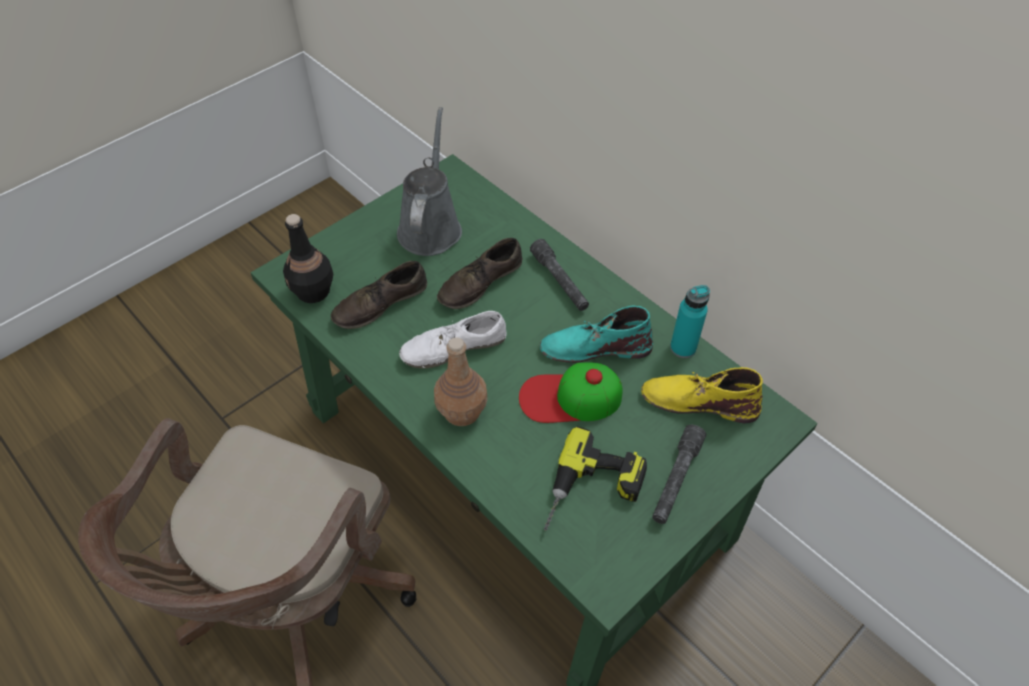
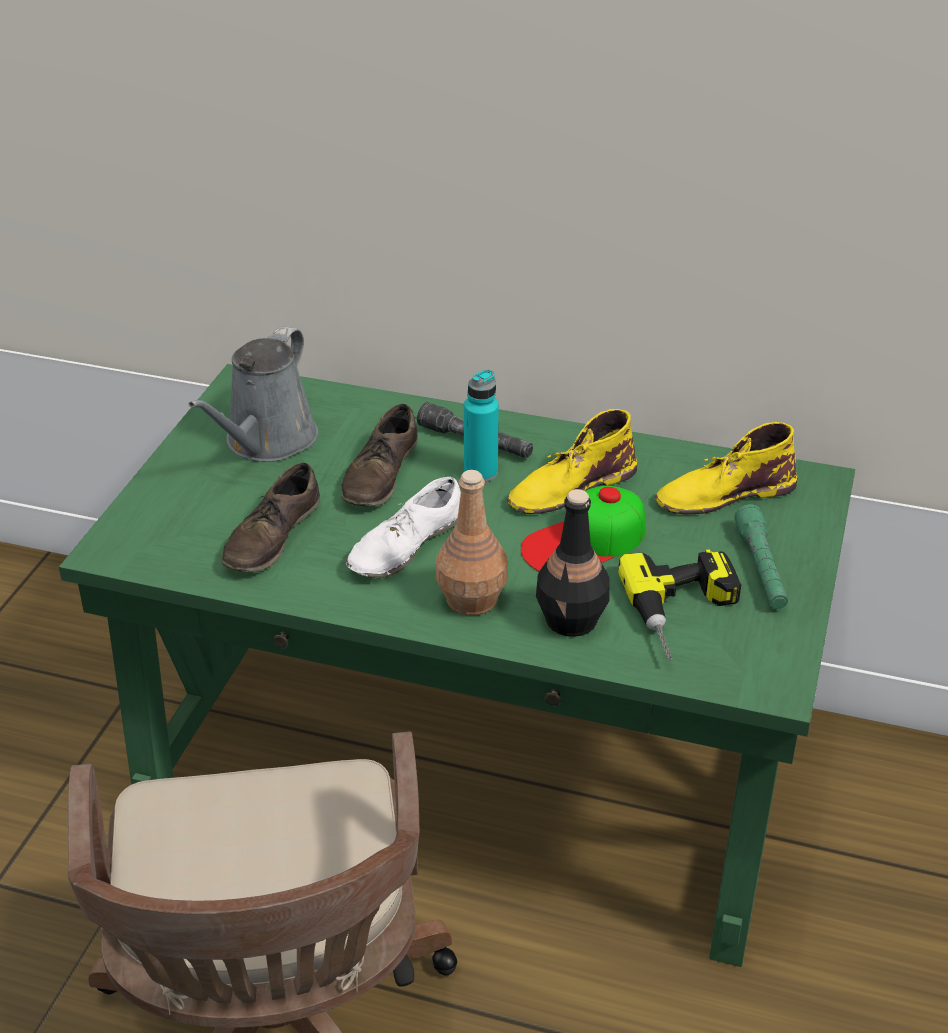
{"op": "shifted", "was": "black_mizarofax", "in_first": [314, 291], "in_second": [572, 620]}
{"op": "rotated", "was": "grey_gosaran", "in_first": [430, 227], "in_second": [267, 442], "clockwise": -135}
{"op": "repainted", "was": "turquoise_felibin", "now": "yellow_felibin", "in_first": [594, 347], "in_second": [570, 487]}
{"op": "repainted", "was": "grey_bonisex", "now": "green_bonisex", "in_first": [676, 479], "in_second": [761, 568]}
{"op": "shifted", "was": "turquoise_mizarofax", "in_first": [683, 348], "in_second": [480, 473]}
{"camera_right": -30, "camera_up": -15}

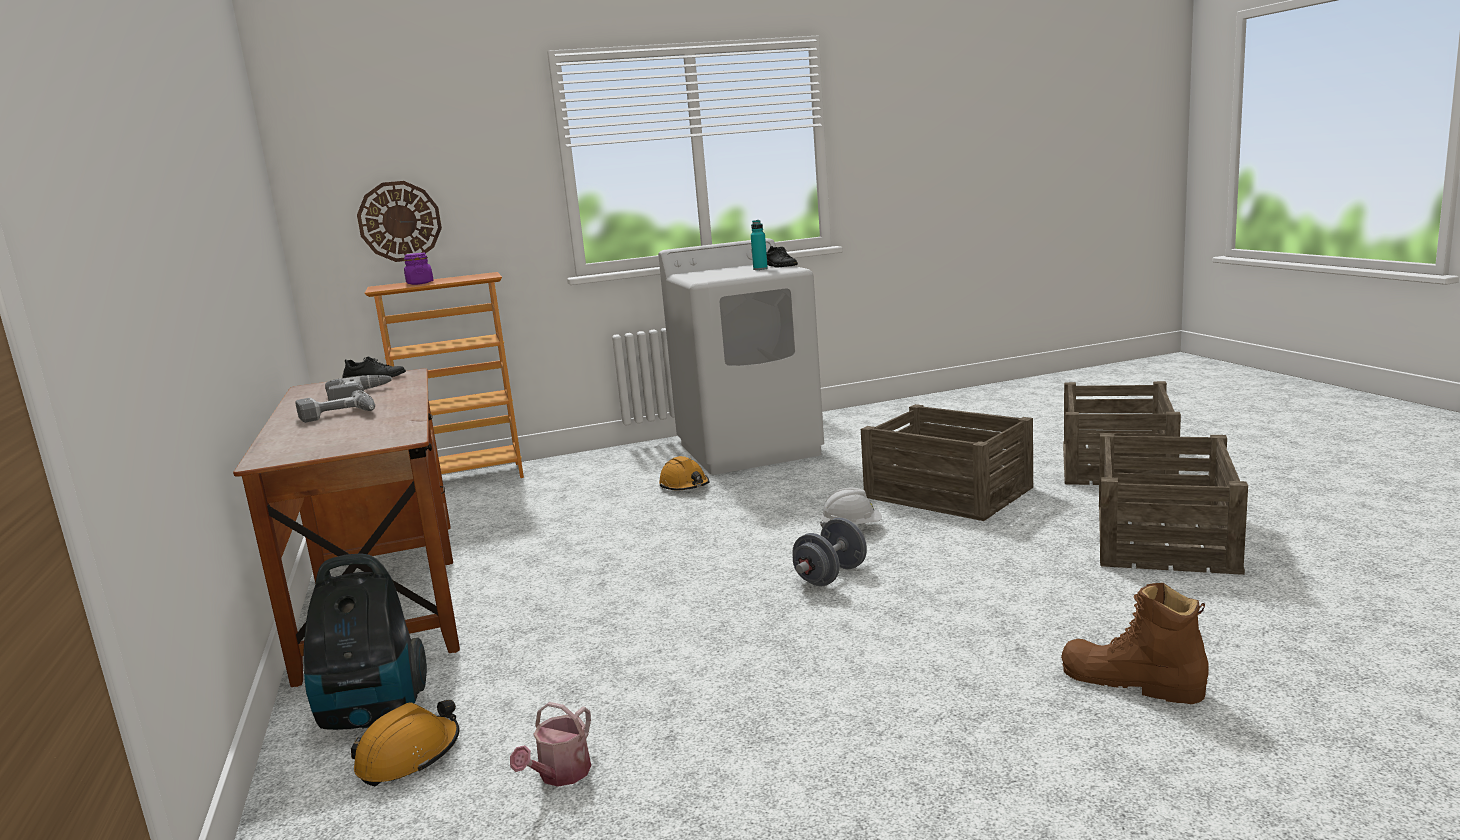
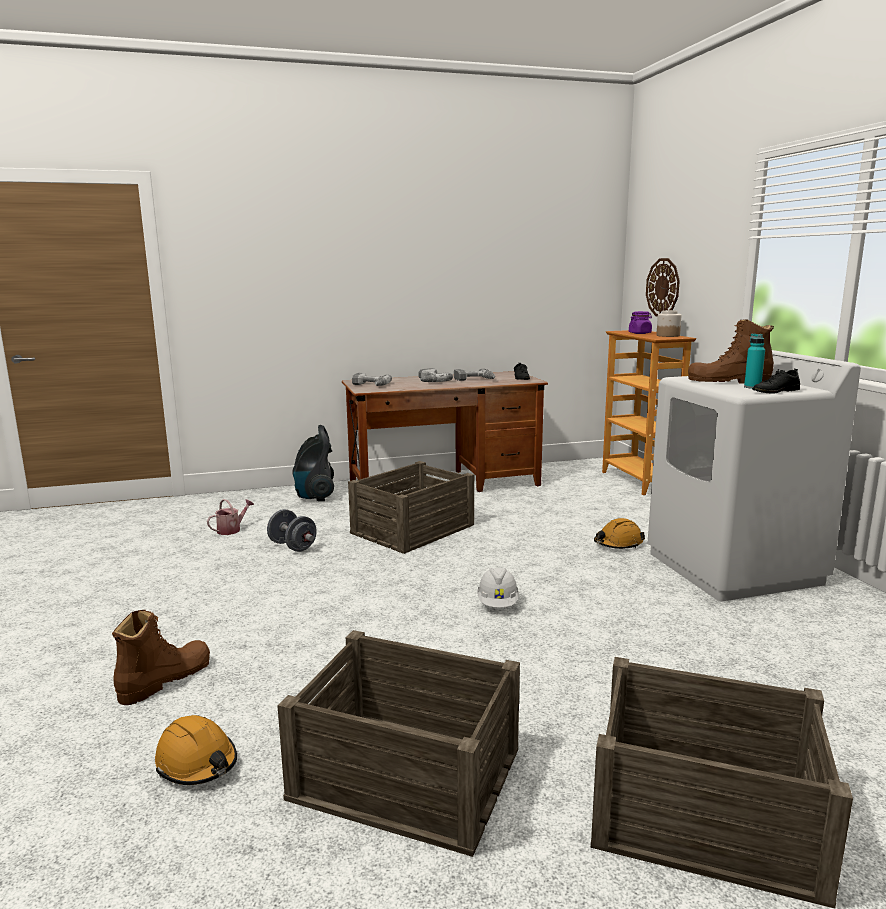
{"op": "shifted", "was": "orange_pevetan", "in_first": [409, 757], "in_second": [197, 763]}
{"op": "rotated", "was": "gosaran", "in_first": [560, 775], "in_second": [232, 529], "clockwise": 105}
{"op": "shifted", "was": "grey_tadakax", "in_first": [831, 576], "in_second": [292, 546]}
{"op": "shifted", "was": "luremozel", "in_first": [947, 492], "in_second": [414, 529]}
{"op": "new", "now": "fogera", "in_second": [369, 385]}
{"op": "new", "now": "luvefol", "in_second": [667, 335]}
{"op": "new", "now": "brown_felibin", "in_second": [728, 381]}
{"camera_right": 90, "camera_up": 0}

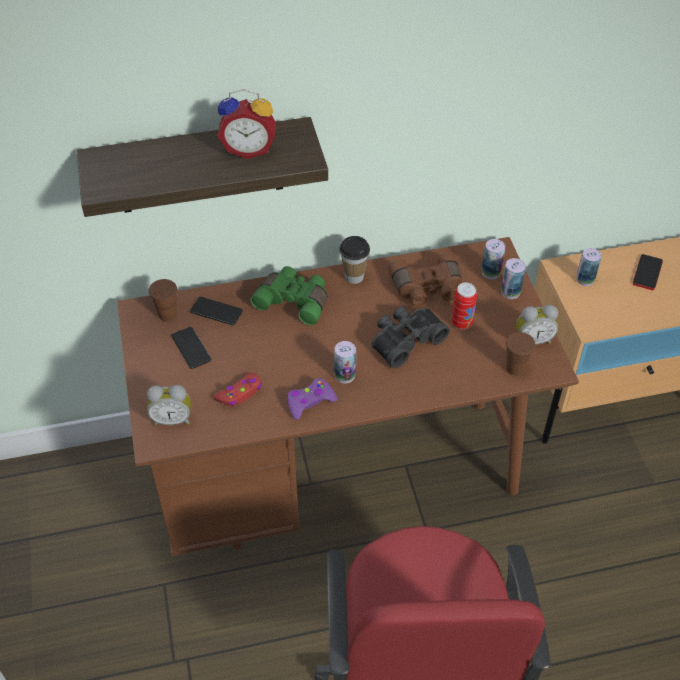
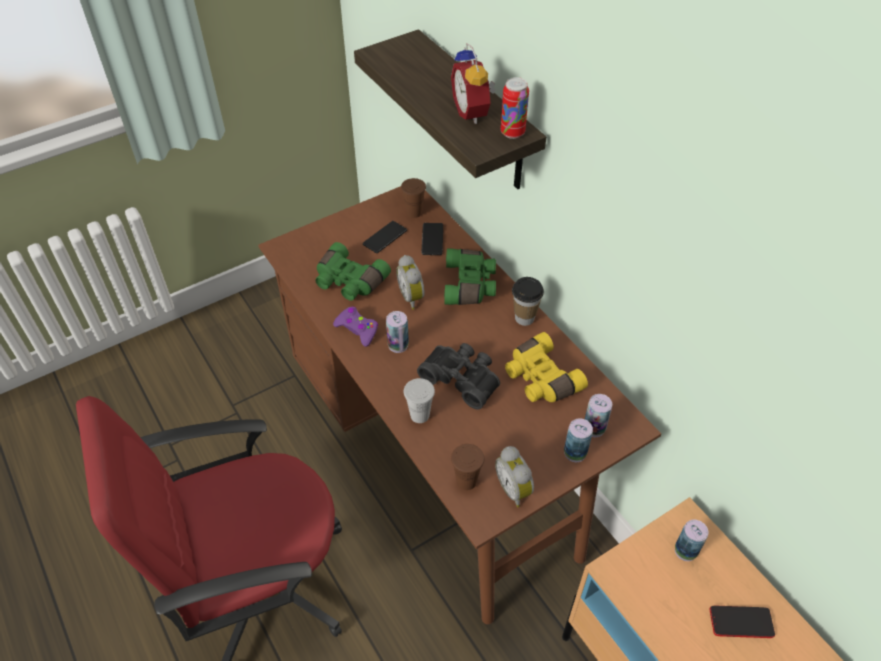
{"op": "shifted", "was": "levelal", "in_first": [172, 419], "in_second": [413, 297]}
{"op": "swapped", "was": "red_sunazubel", "now": "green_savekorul", "in_first": [240, 394], "in_second": [348, 282]}
{"op": "repainted", "was": "brown_savekorul", "now": "yellow_savekorul", "in_first": [427, 289], "in_second": [540, 379]}
{"op": "shifted", "was": "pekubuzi", "in_first": [461, 323], "in_second": [512, 133]}
{"op": "new", "now": "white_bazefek", "in_second": [420, 415]}
{"camera_right": 70, "camera_up": 0}

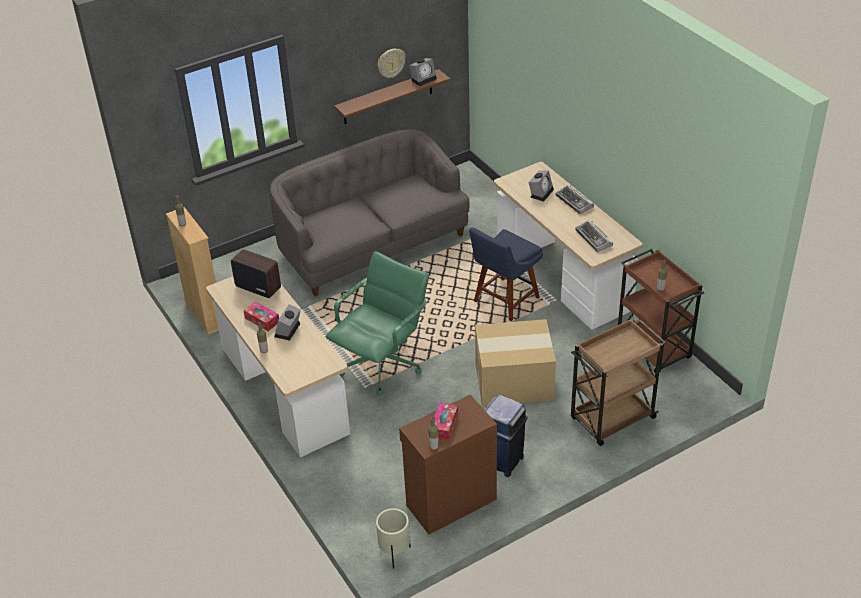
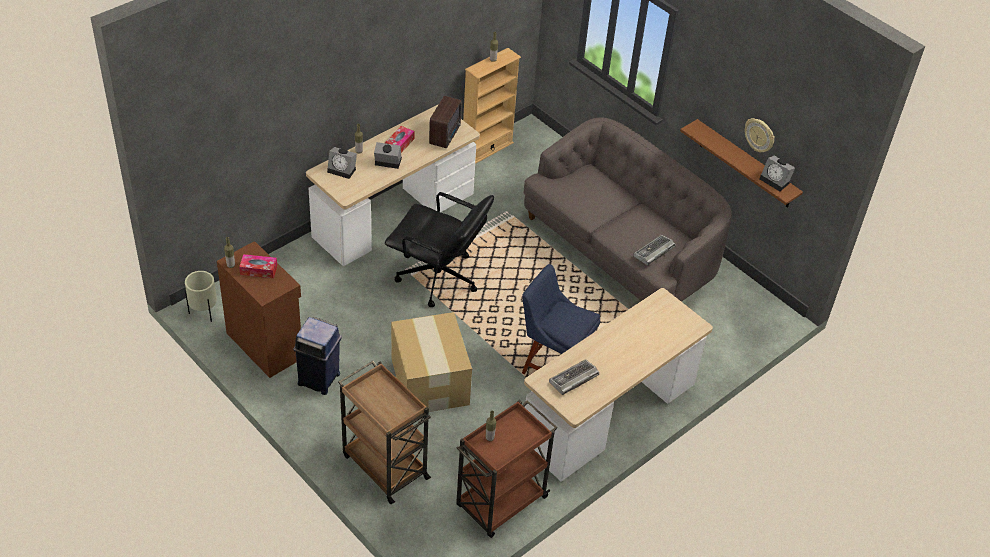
{"op": "repainted", "was": "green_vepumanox", "now": "black_vepumanox", "in_first": [382, 365], "in_second": [438, 278]}
{"op": "shifted", "was": "levelal", "in_first": [541, 192], "in_second": [343, 170]}
{"op": "shifted", "was": "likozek", "in_first": [574, 202], "in_second": [653, 252]}
{"camera_right": 75, "camera_up": 5}

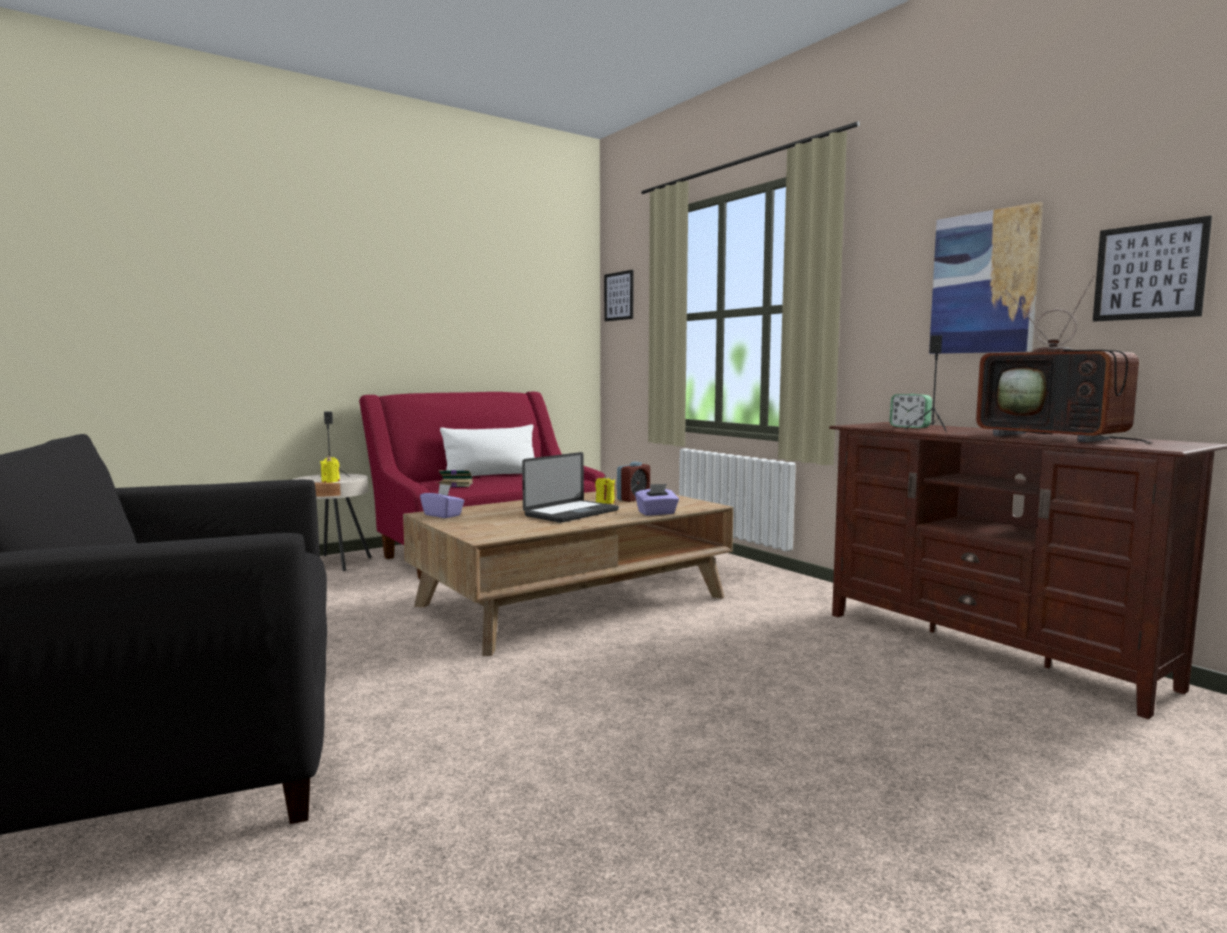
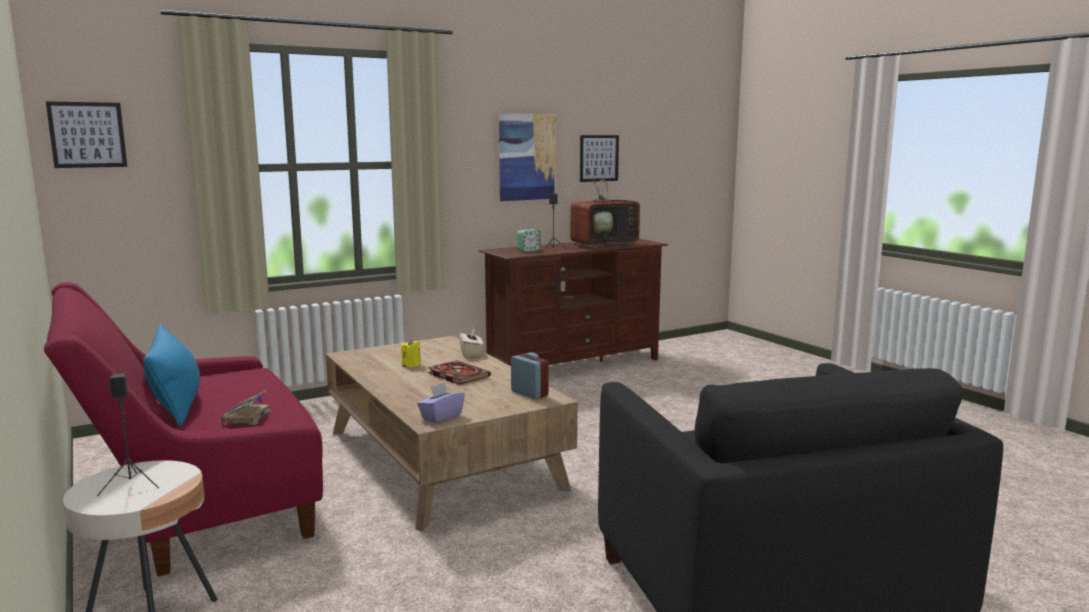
{"op": "gone", "was": "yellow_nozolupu", "in_first": [330, 481]}
{"op": "repainted", "was": "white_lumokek", "now": "blue_lumokek", "in_first": [491, 475], "in_second": [176, 404]}
{"op": "swapped", "was": "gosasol", "now": "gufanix", "in_first": [572, 513], "in_second": [456, 375]}
{"op": "shifted", "was": "levelal", "in_first": [633, 499], "in_second": [529, 394]}
{"op": "repainted", "was": "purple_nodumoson", "now": "beige_nodumoson", "in_first": [657, 513], "in_second": [471, 353]}
{"camera_right": -85, "camera_up": 5}

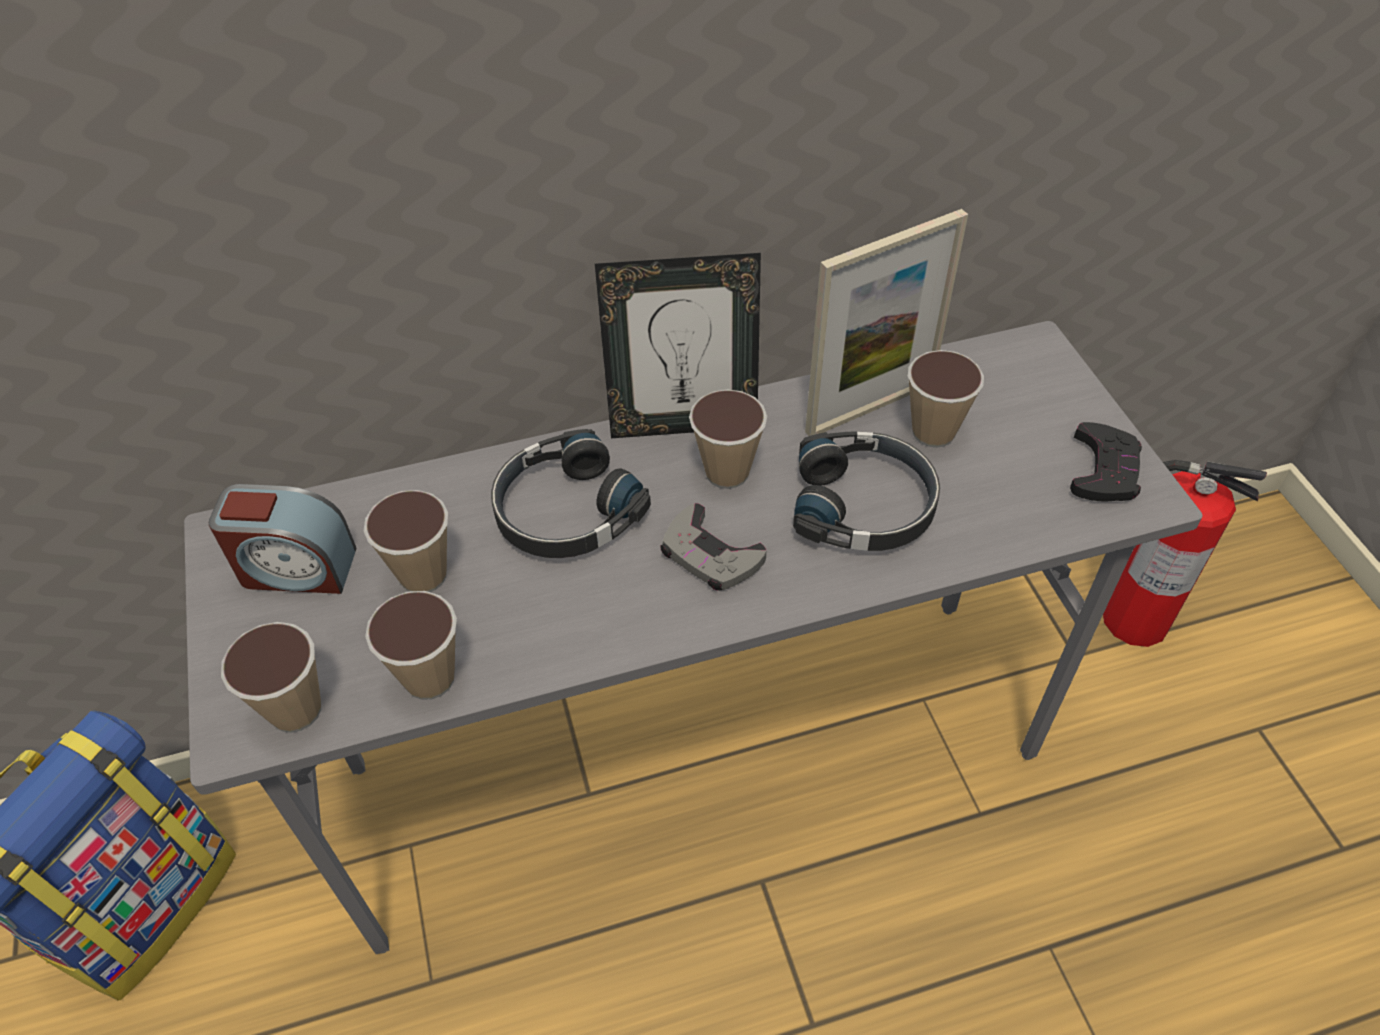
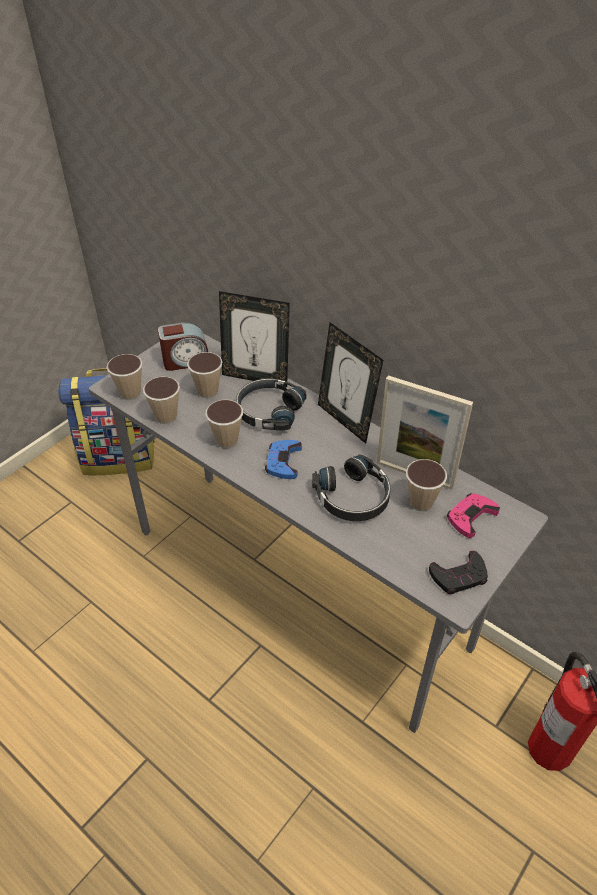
{"op": "rotated", "was": "levelal", "in_first": [296, 568], "in_second": [185, 361], "clockwise": -75}
{"op": "repainted", "was": "grey_sunazubel", "now": "blue_sunazubel", "in_first": [710, 555], "in_second": [283, 462]}
{"op": "shifted", "was": "bazefek", "in_first": [727, 472], "in_second": [227, 441]}
{"op": "new", "now": "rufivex", "in_second": [256, 377]}
{"op": "new", "now": "pink_sunazubel", "in_second": [471, 517]}
{"camera_right": 55, "camera_up": -5}

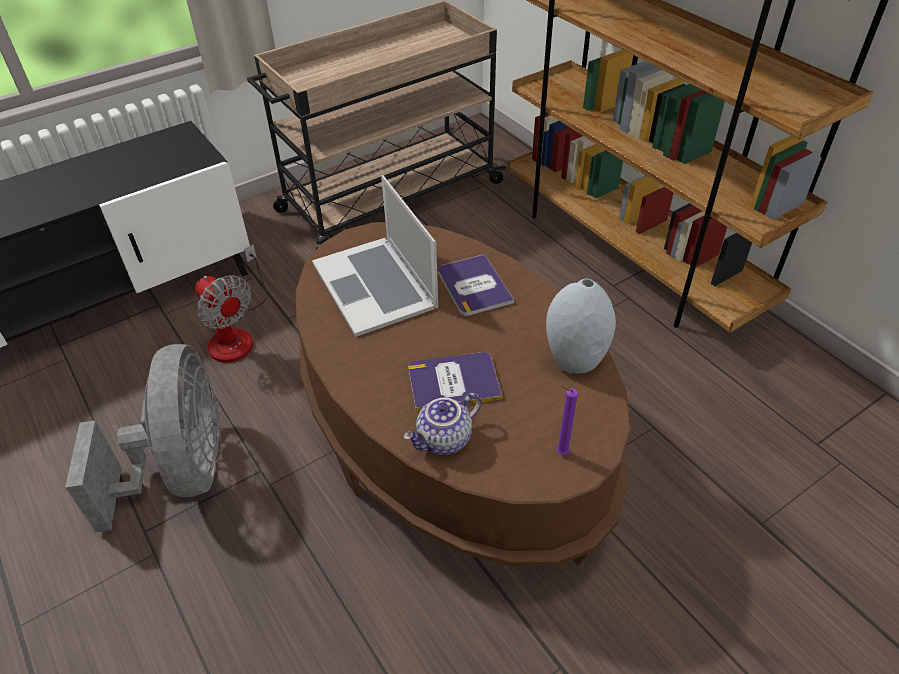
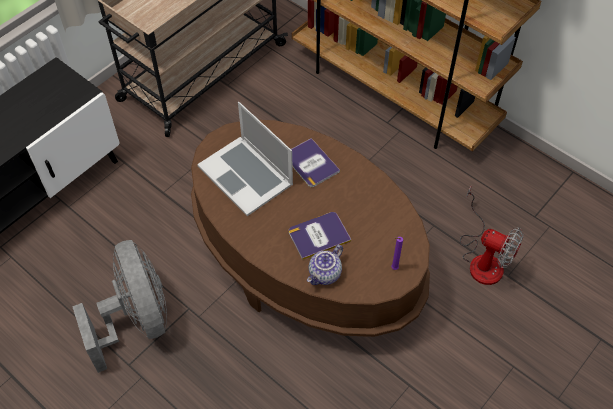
{"op": "shifted", "was": "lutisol", "in_first": [236, 334], "in_second": [482, 258]}
{"op": "gone", "was": "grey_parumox", "in_first": [575, 358]}
{"camera_right": -15, "camera_up": 10}

